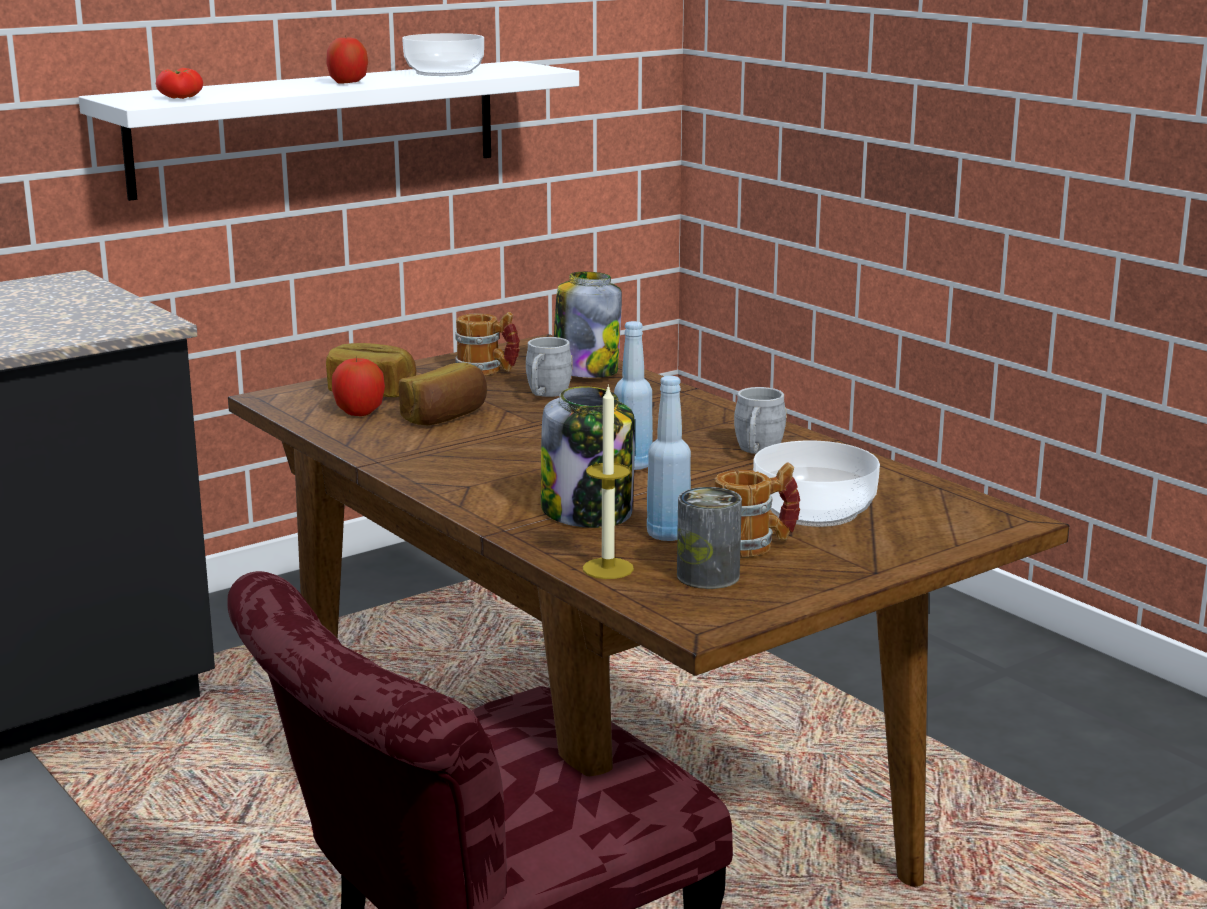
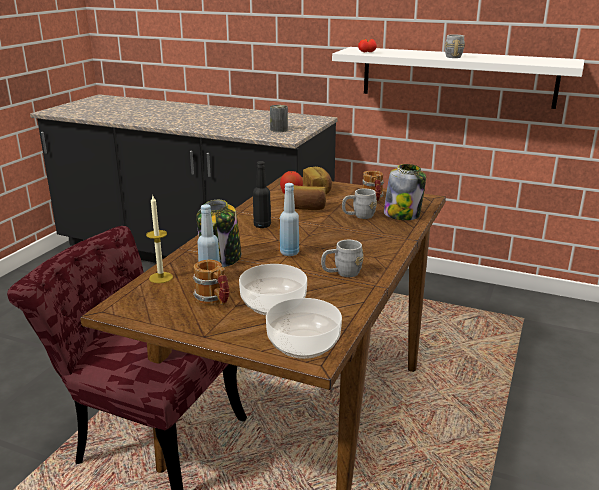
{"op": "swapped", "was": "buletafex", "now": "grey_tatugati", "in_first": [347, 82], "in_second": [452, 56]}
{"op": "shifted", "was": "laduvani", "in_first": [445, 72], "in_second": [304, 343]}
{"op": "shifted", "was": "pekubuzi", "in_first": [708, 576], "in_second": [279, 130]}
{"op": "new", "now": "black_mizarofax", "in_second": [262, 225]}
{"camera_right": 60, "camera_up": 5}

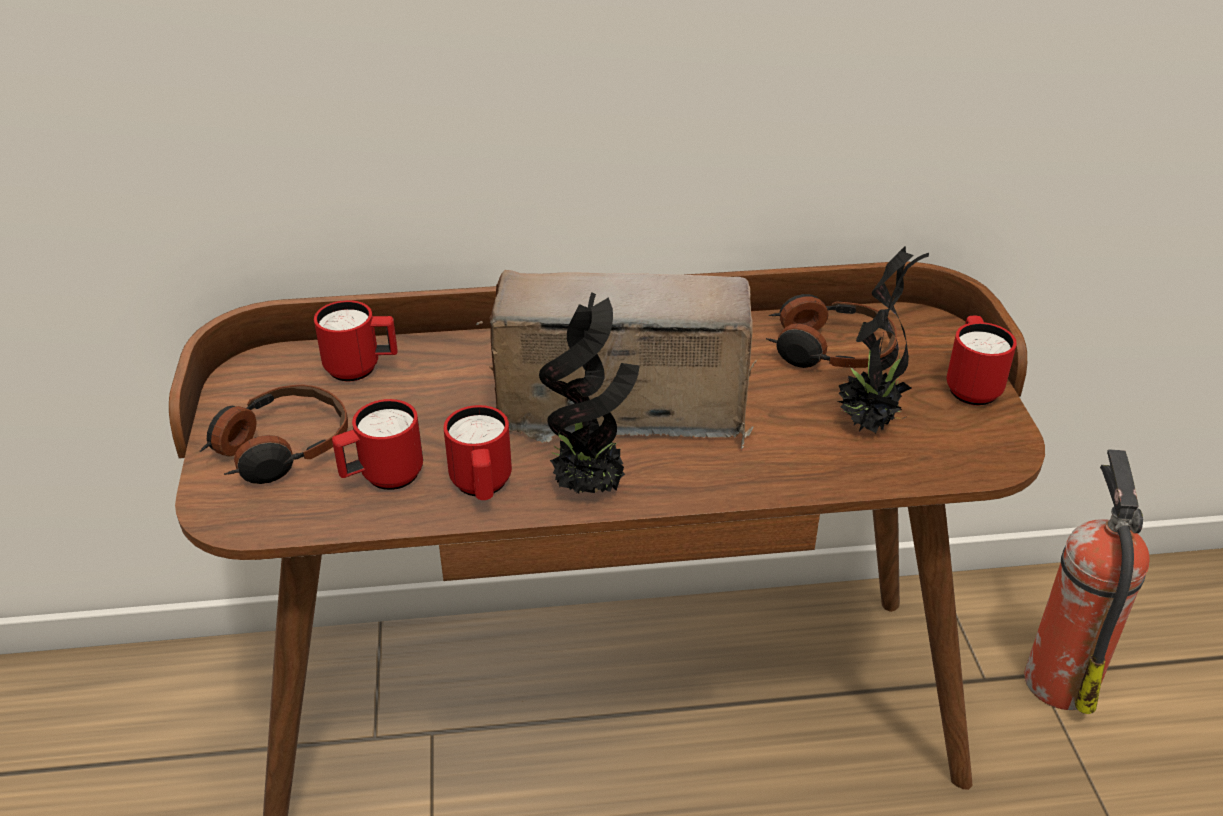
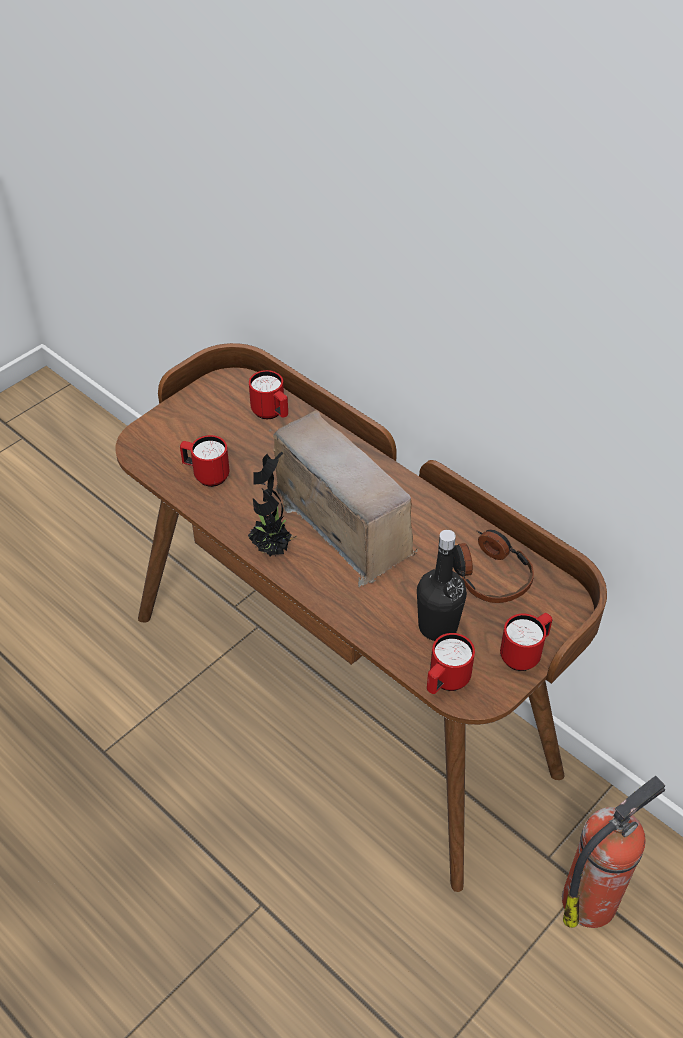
{"op": "gone", "was": "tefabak", "in_first": [280, 448]}
{"op": "shifted", "was": "red_tatugati", "in_first": [482, 488], "in_second": [445, 682]}
{"op": "swapped", "was": "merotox", "now": "black_mizarofax", "in_first": [868, 424], "in_second": [438, 626]}
{"camera_right": 50, "camera_up": 10}

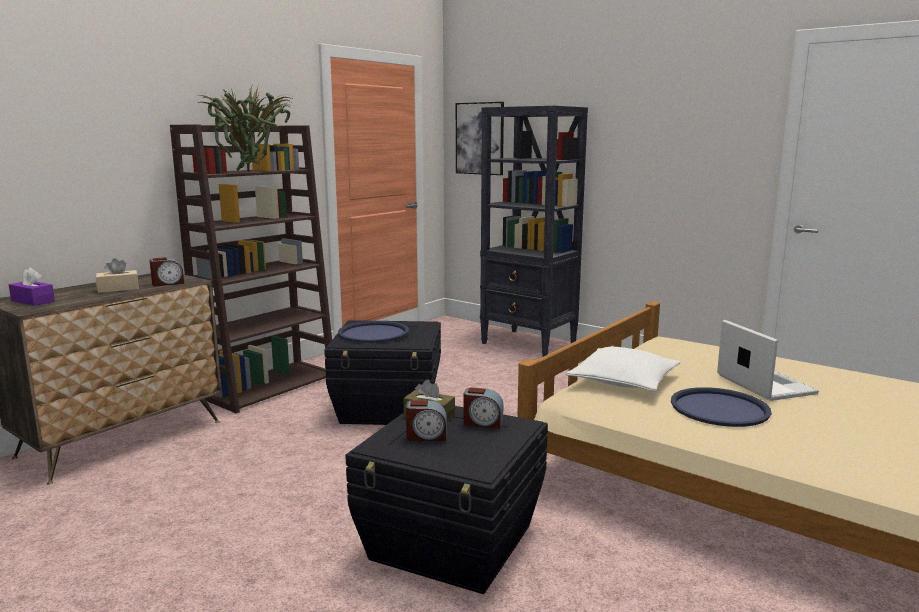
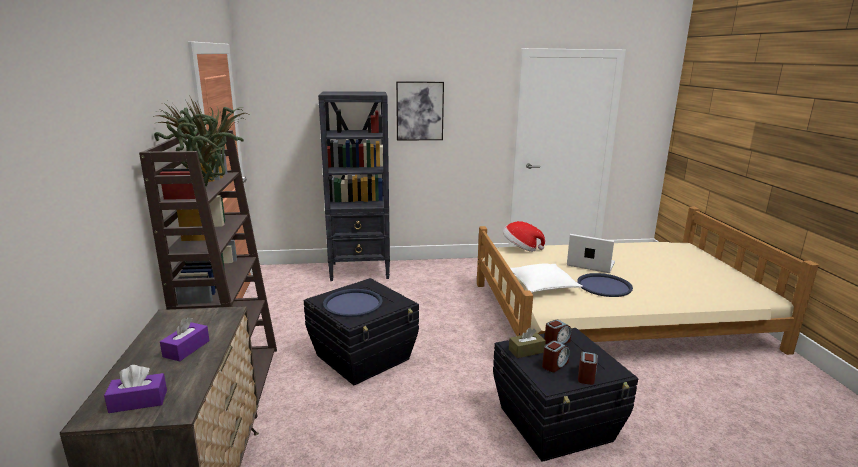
{"op": "repainted", "was": "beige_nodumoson", "now": "purple_nodumoson", "in_first": [118, 289], "in_second": [186, 349]}
{"op": "shifted", "was": "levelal", "in_first": [168, 283], "in_second": [586, 376]}
{"op": "shifted", "was": "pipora", "in_first": [480, 138], "in_second": [419, 111]}
{"op": "new", "now": "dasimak", "in_second": [520, 248]}
{"camera_right": -45, "camera_up": 5}

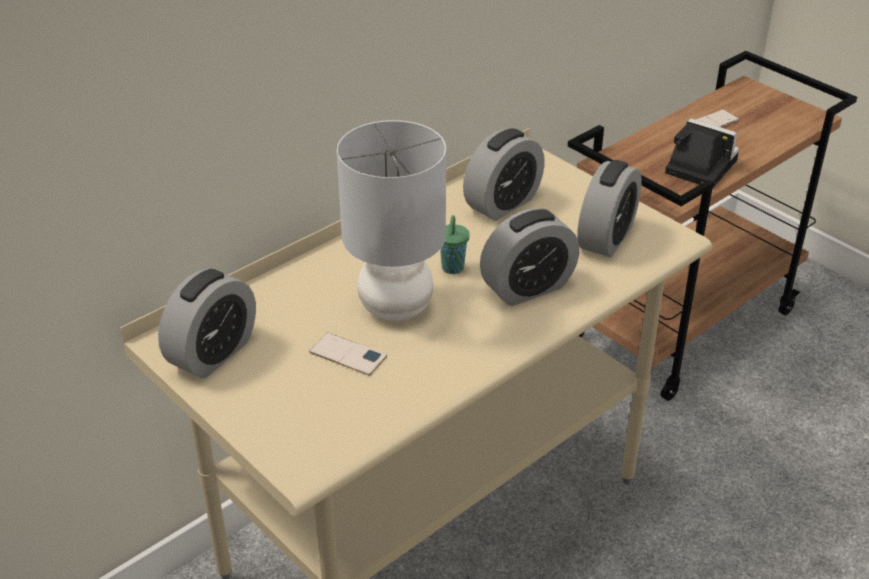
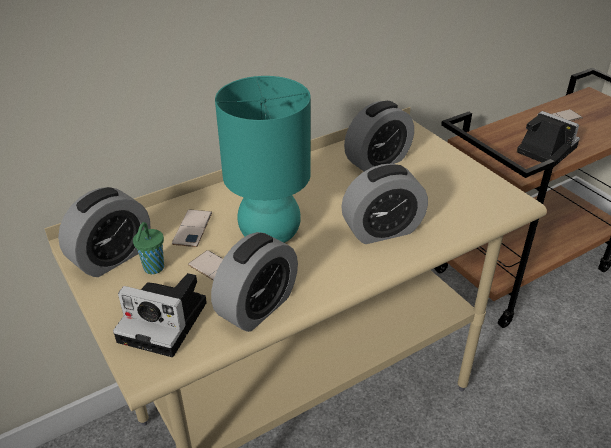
{"op": "repainted", "was": "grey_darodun", "now": "turquoise_darodun", "in_first": [394, 306], "in_second": [269, 234]}
{"op": "shifted", "was": "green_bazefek", "in_first": [452, 269], "in_second": [153, 269]}
{"op": "shifted", "was": "levelal", "in_first": [606, 238], "in_second": [257, 307]}
{"op": "new", "now": "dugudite", "in_second": [167, 321]}
{"op": "new", "now": "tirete", "in_second": [192, 228]}
{"camera_right": 10, "camera_up": 0}

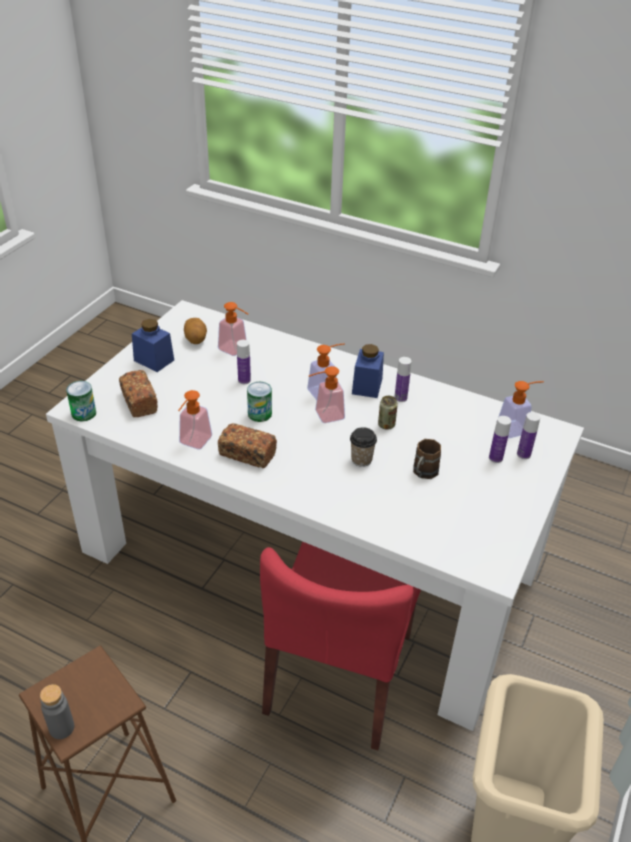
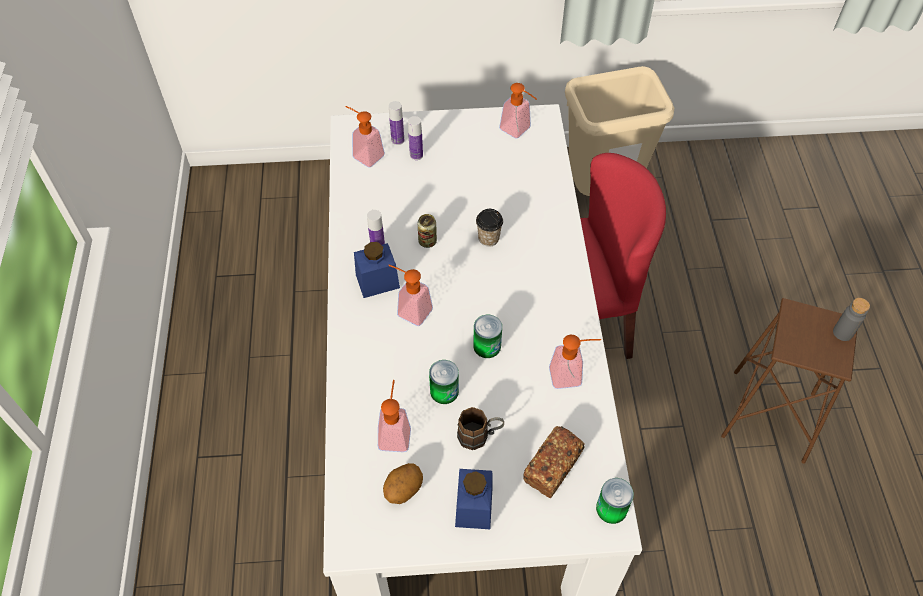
{"op": "gone", "was": "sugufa", "in_first": [247, 454]}
{"op": "swapped", "was": "mizarofax", "now": "pekubuzi", "in_first": [244, 380], "in_second": [444, 391]}
{"op": "shifted", "was": "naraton", "in_first": [324, 416], "in_second": [519, 131]}
{"op": "shifted", "was": "brown_tatugati", "in_first": [423, 474], "in_second": [480, 436]}
{"camera_right": -120, "camera_up": 15}

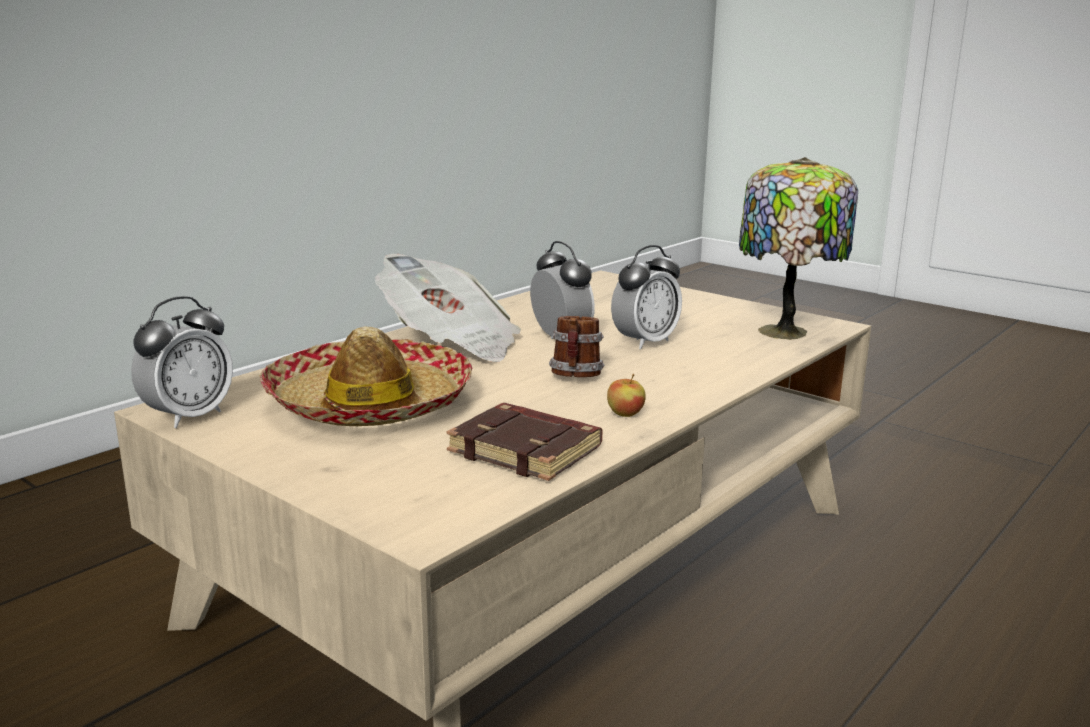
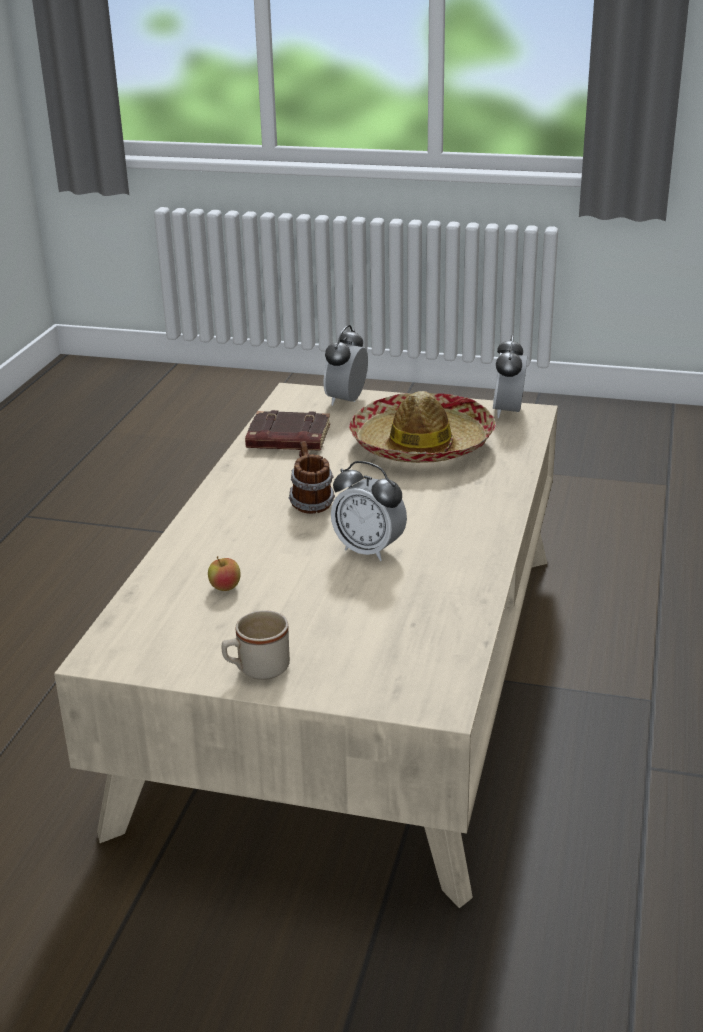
{"op": "gone", "was": "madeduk", "in_first": [451, 344]}
{"op": "shifted", "was": "buletafex", "in_first": [625, 414], "in_second": [225, 588]}
{"op": "shifted", "was": "levelal", "in_first": [645, 342], "in_second": [346, 400]}
{"op": "gone", "was": "darodun", "in_first": [785, 333]}
{"op": "new", "now": "beige_tatugati", "in_second": [256, 669]}
{"camera_right": 155, "camera_up": 10}

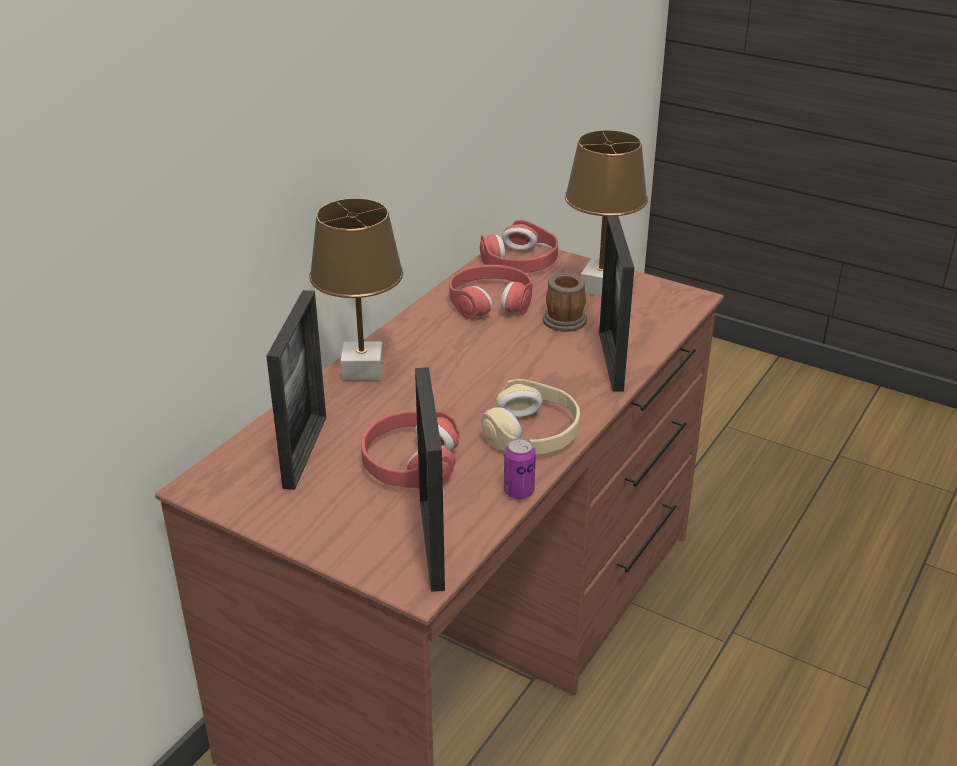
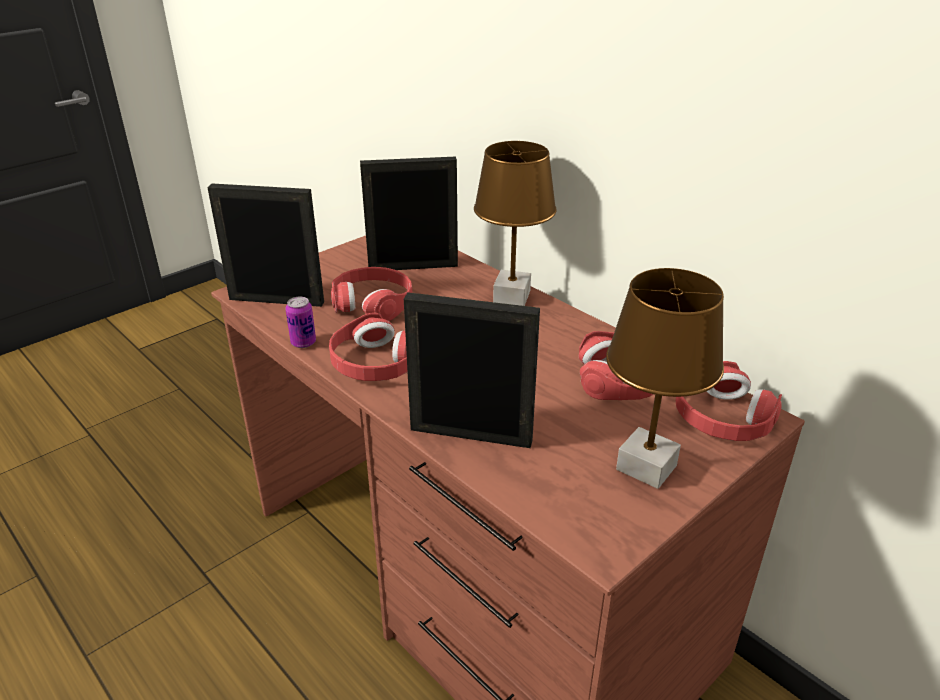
{"op": "rotated", "was": "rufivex", "in_first": [305, 451], "in_second": [413, 267], "clockwise": 150}
{"op": "repainted", "was": "beige_tefabak", "now": "red_tefabak", "in_first": [532, 433], "in_second": [374, 362]}
{"op": "gone", "was": "tatugati", "in_first": [564, 318]}
{"camera_right": 105, "camera_up": 0}

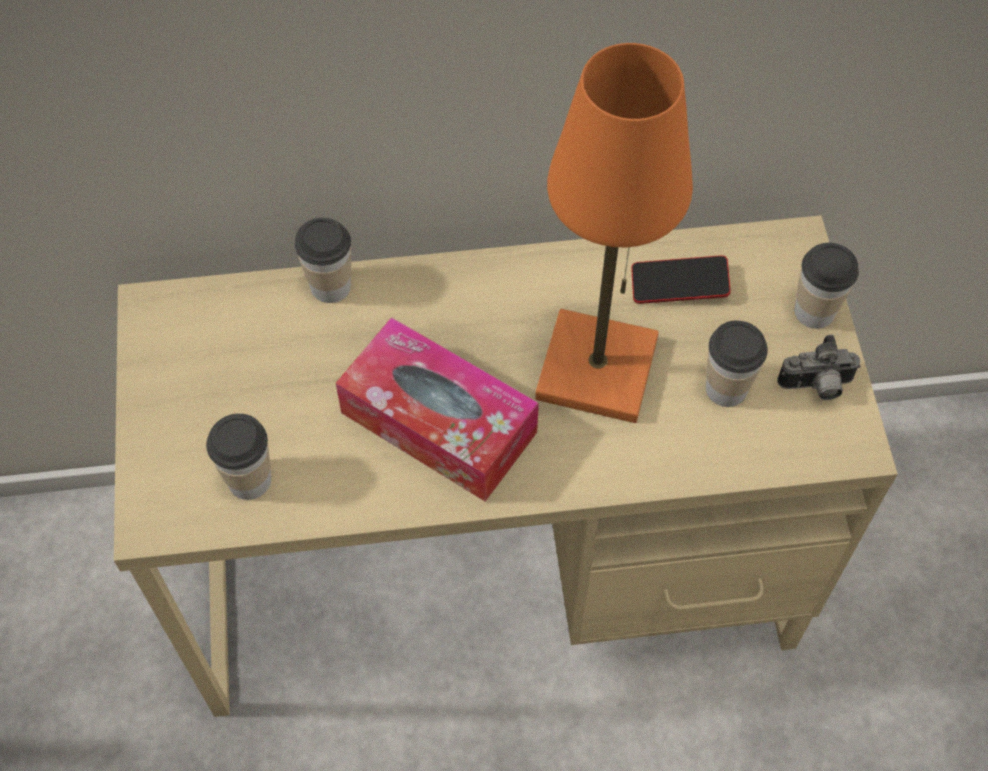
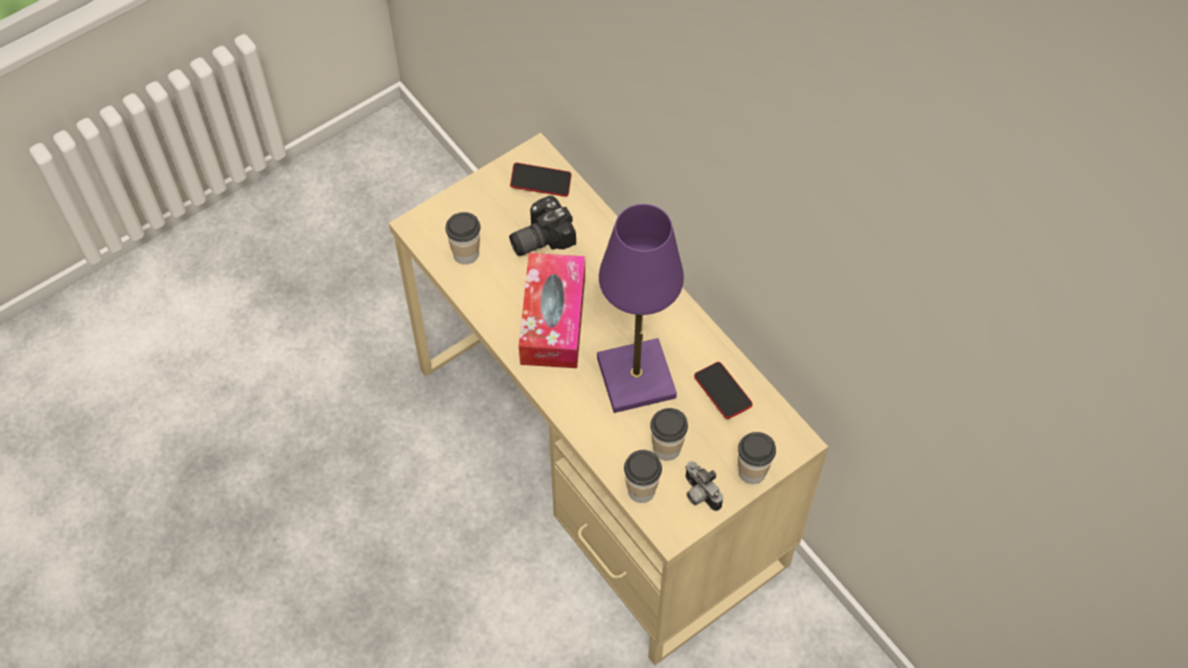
{"op": "shifted", "was": "bazefek", "in_first": [330, 286], "in_second": [641, 490]}
{"op": "repainted", "was": "orange_darodun", "now": "purple_darodun", "in_first": [597, 369], "in_second": [636, 378]}
{"op": "new", "now": "dugudite", "in_second": [539, 237]}
{"op": "new", "now": "tirete", "in_second": [541, 182]}
{"camera_right": 60, "camera_up": 0}

